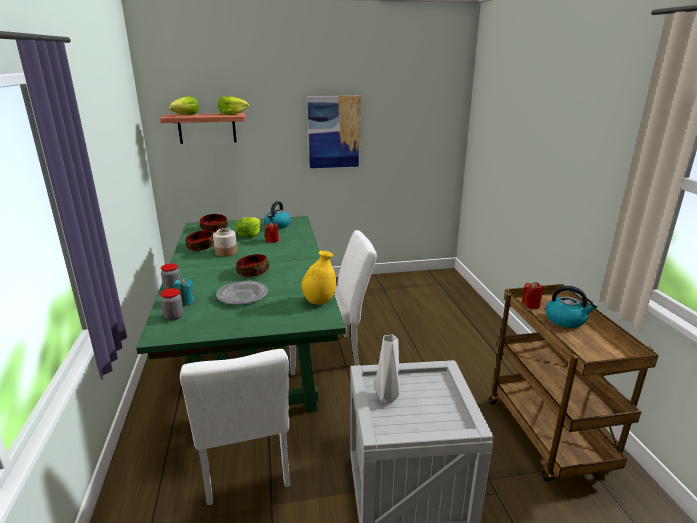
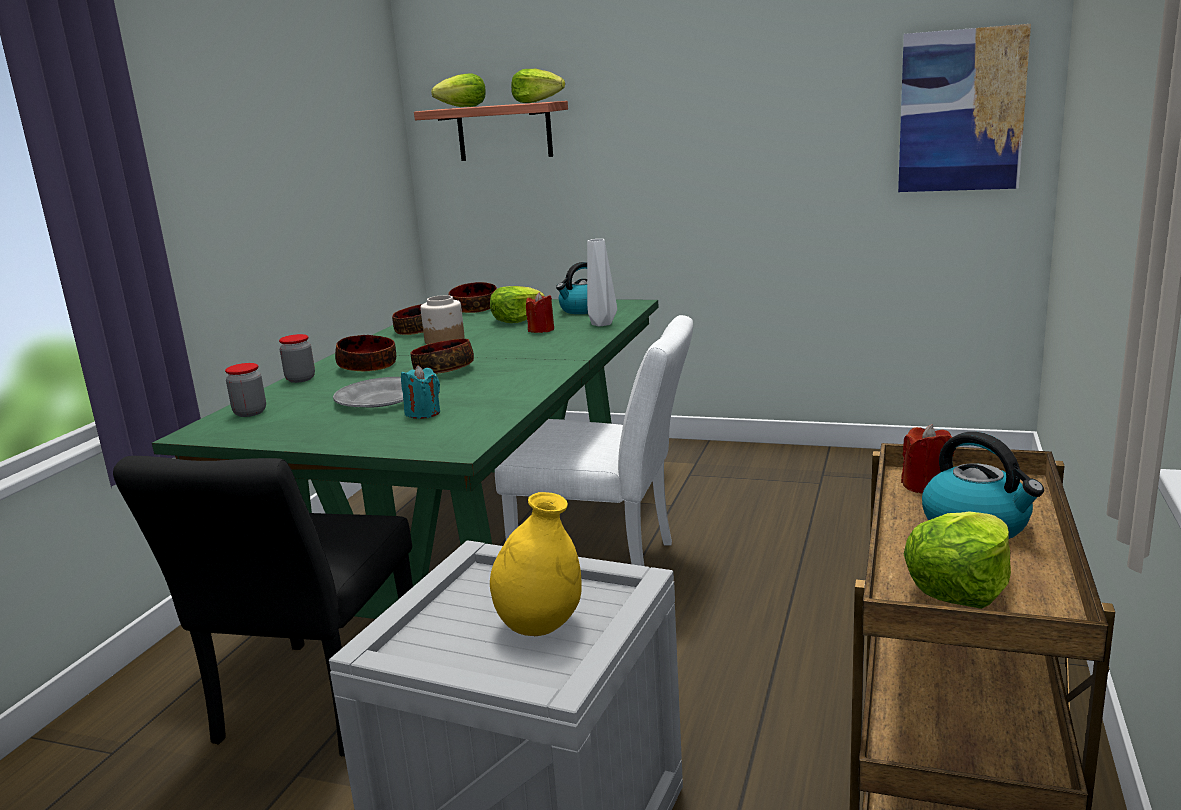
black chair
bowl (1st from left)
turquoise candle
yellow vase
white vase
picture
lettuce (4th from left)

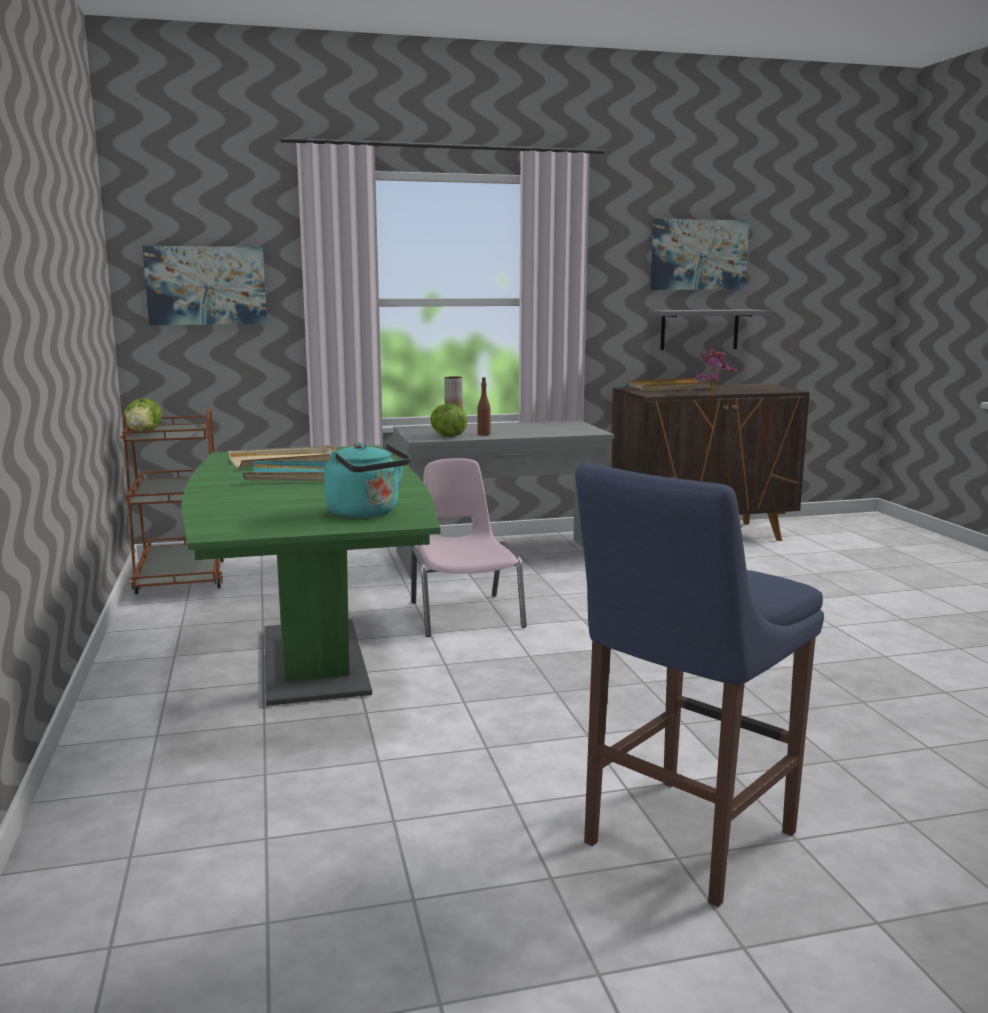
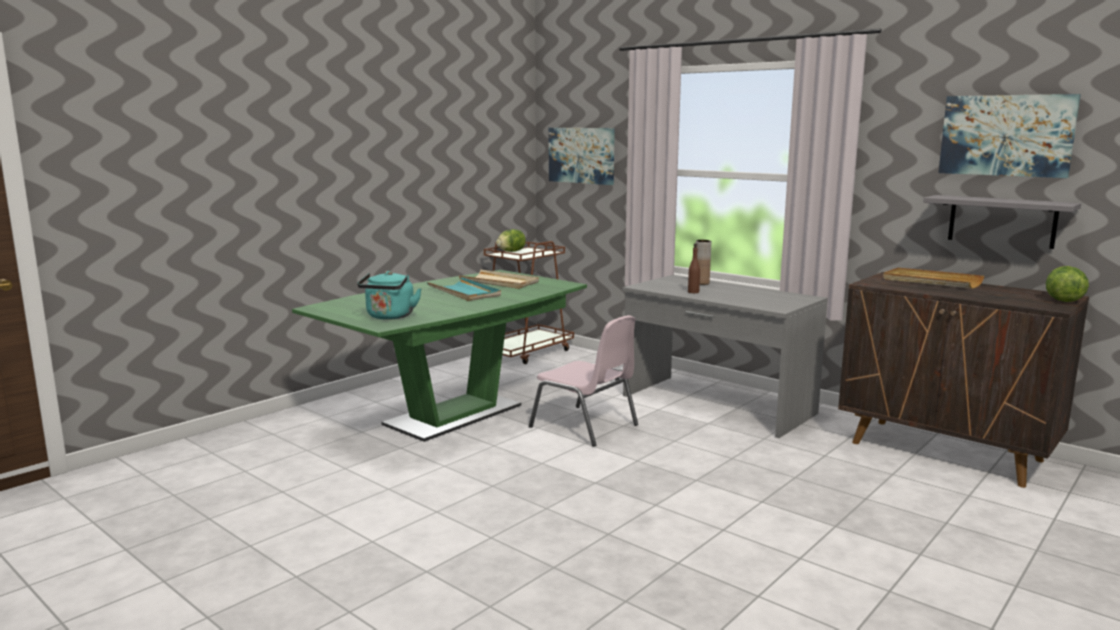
pink chair
lettuce (2nd from left)
blue stool
potted plant

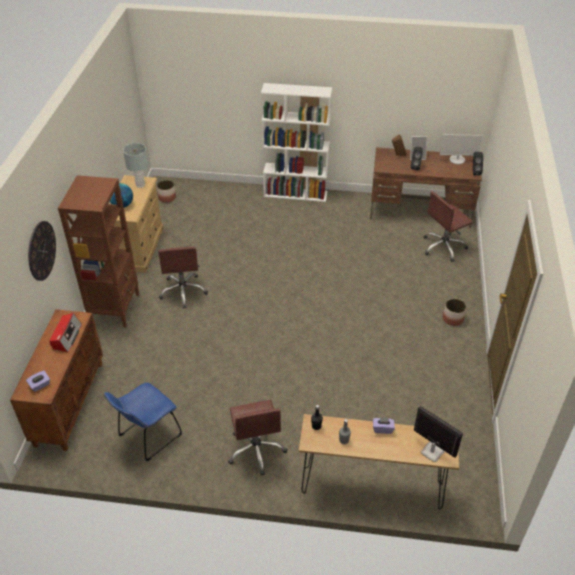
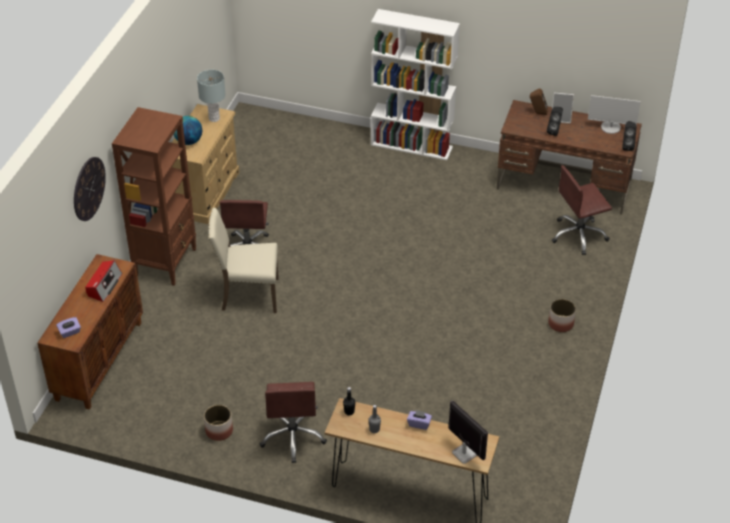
planter (1st from left)
beige chair
blue chair

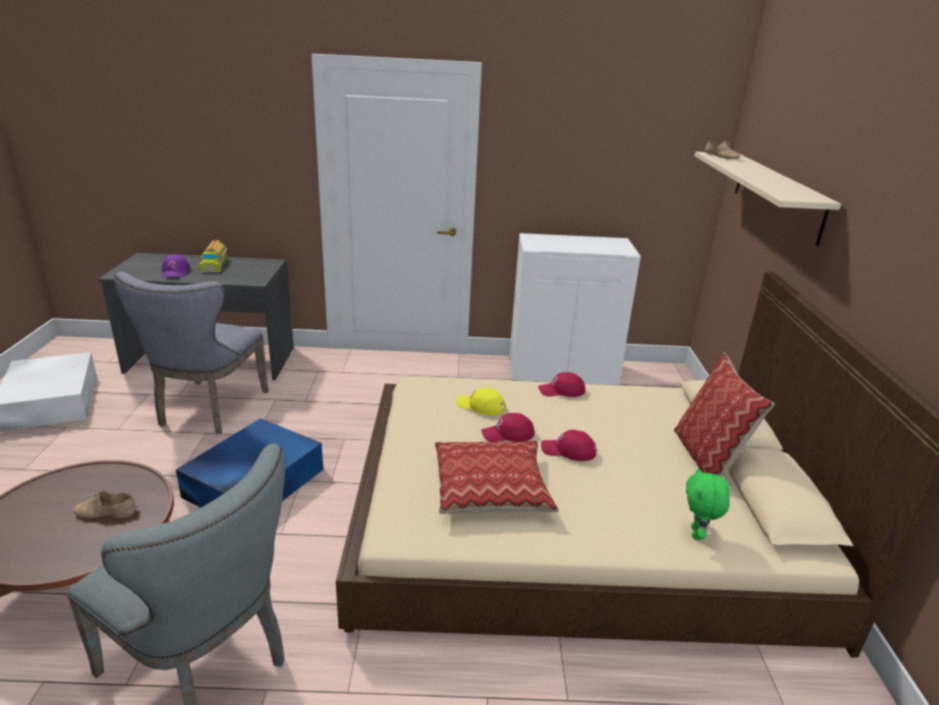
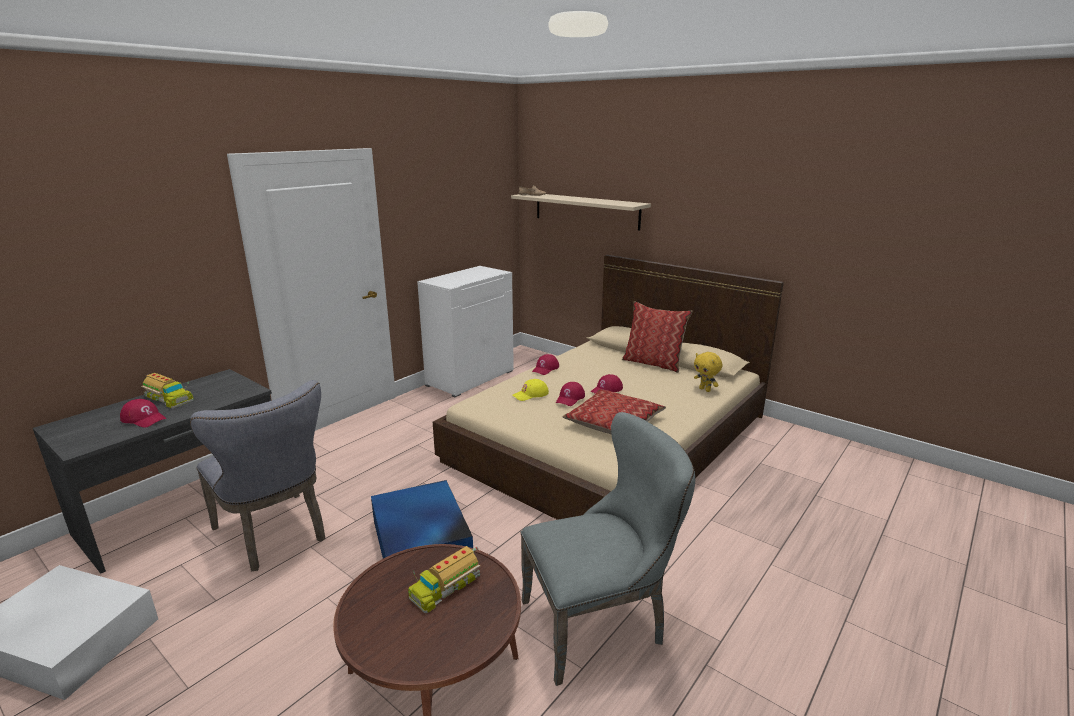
red cap (1st from left)
toy truck (2nd from left)
yellow plush toy

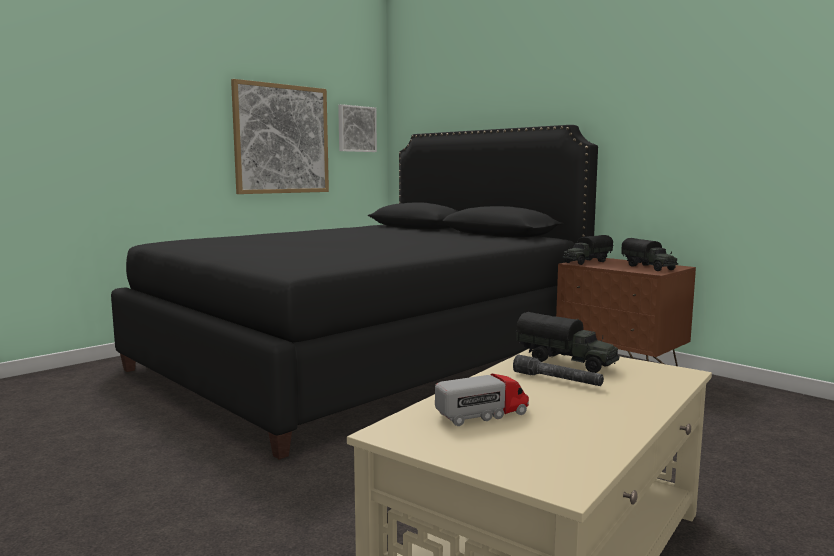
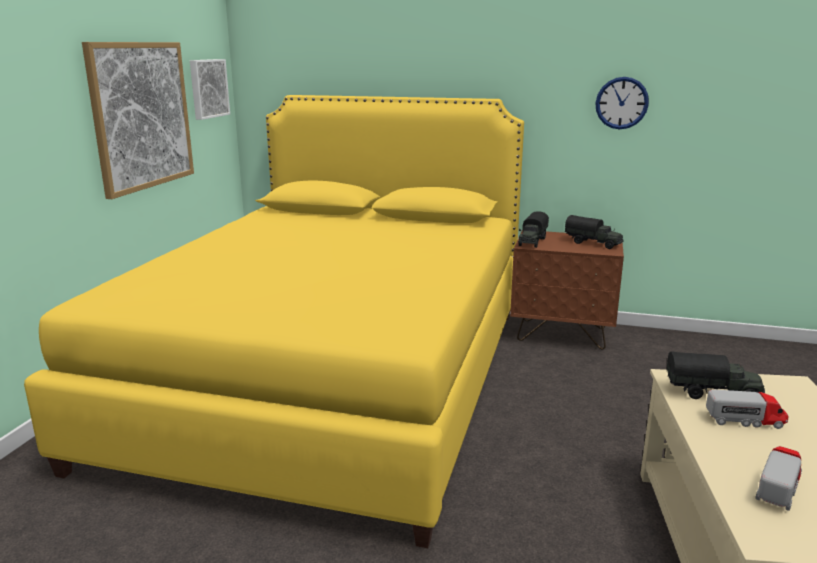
yellow bed
wall clock
toy truck (4th from left)

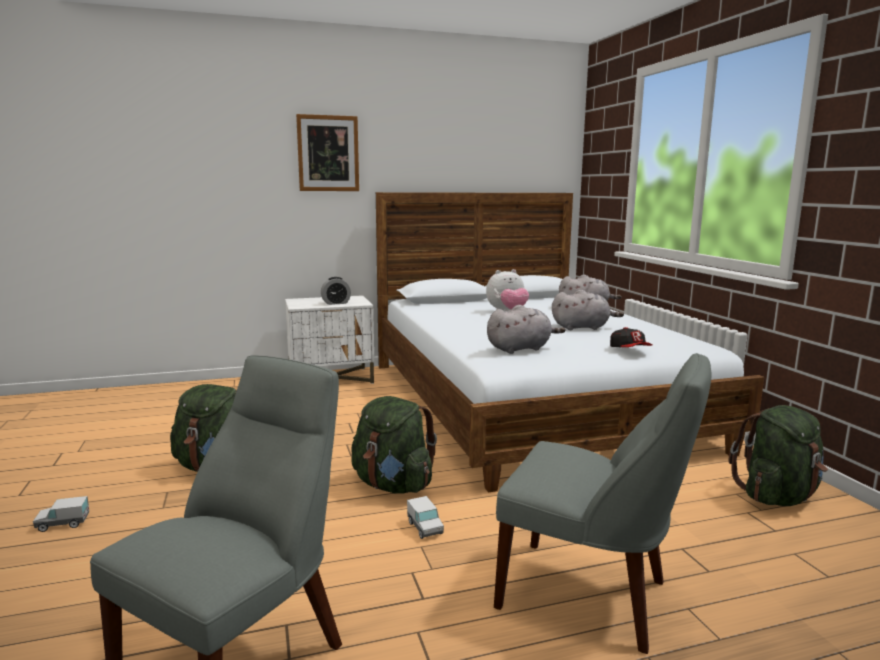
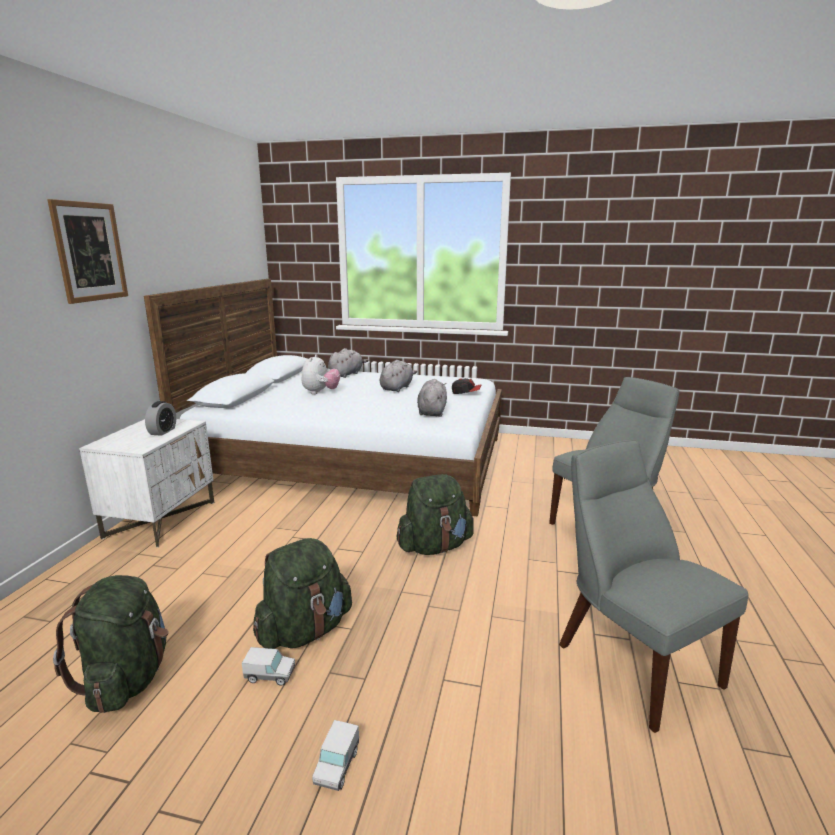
green backpack (1st from left)
toy truck (1st from left)

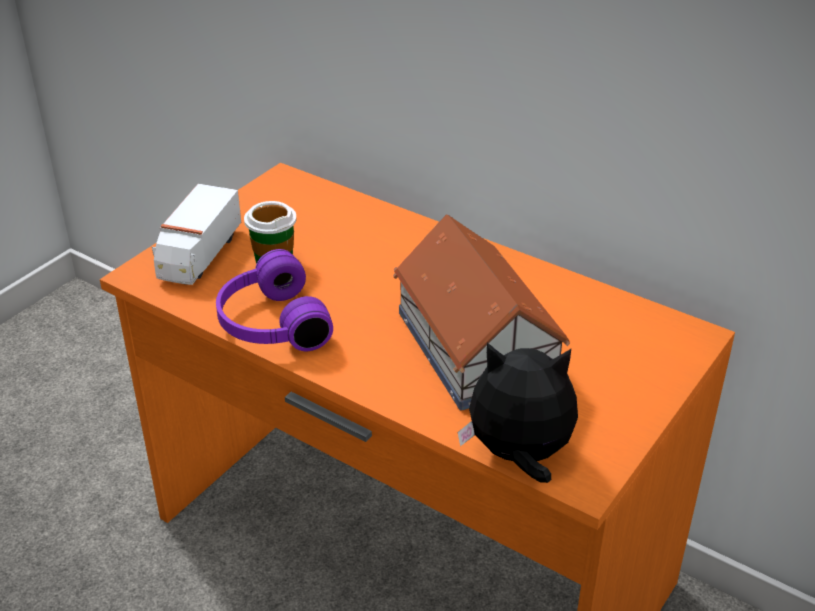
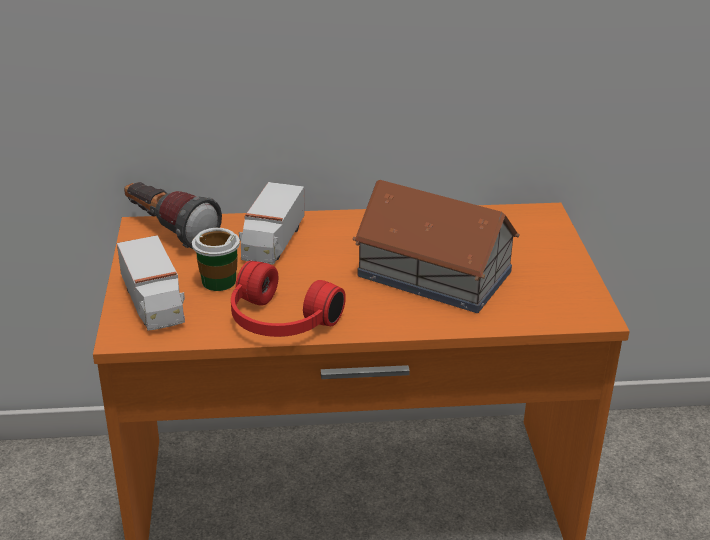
flashlight
red headphones
toy truck (2nd from left)
plush toy

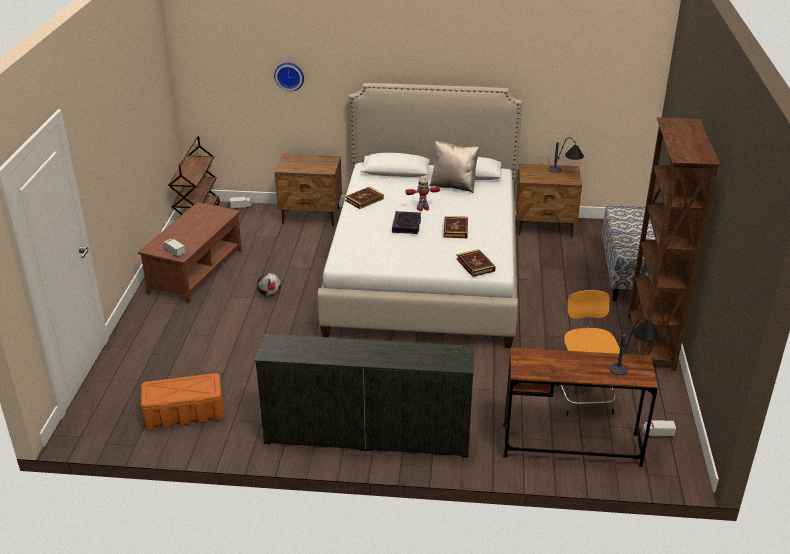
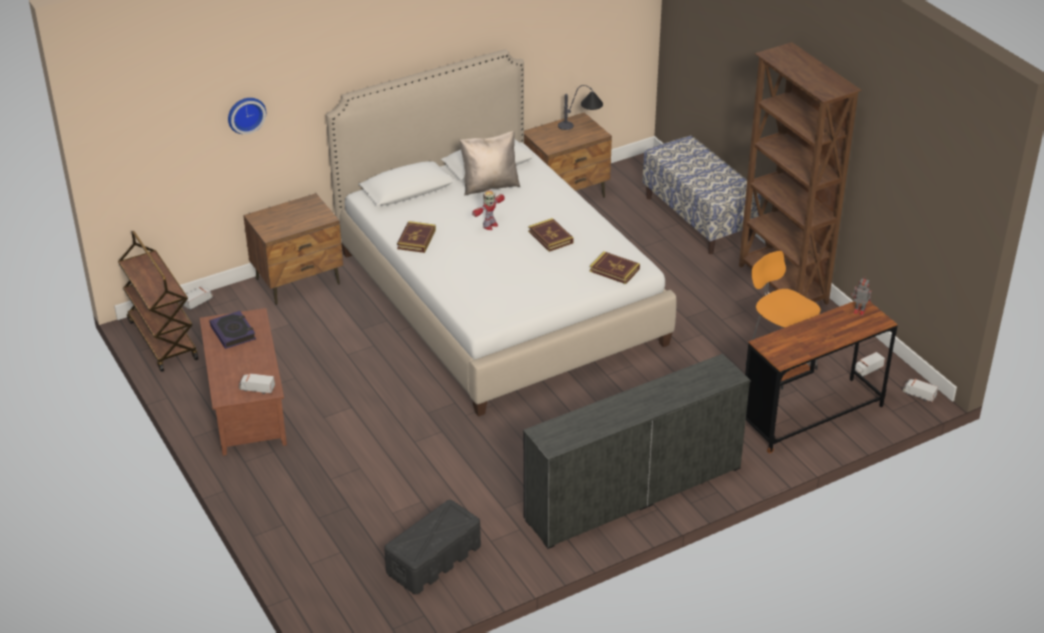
book (1st from left)
black storage box
toy robot (2nd from left)
toy truck (4th from left)
football

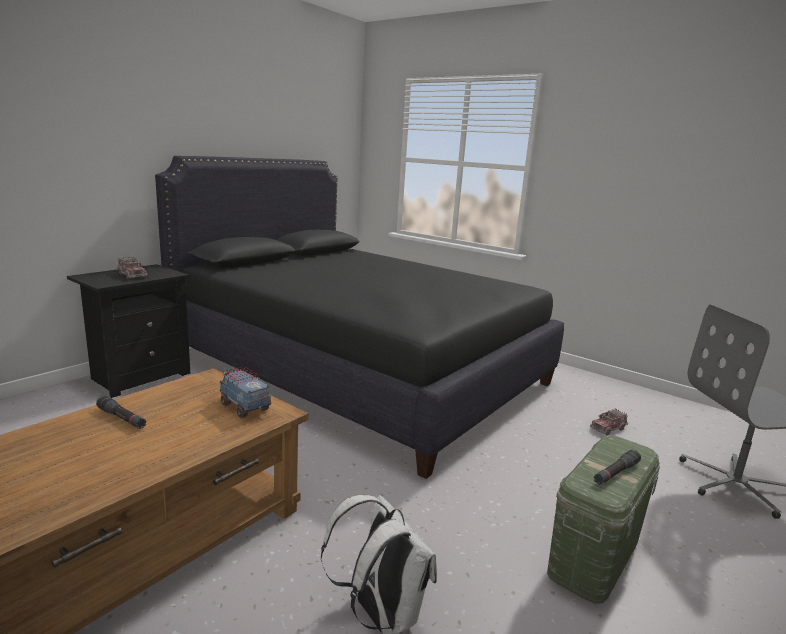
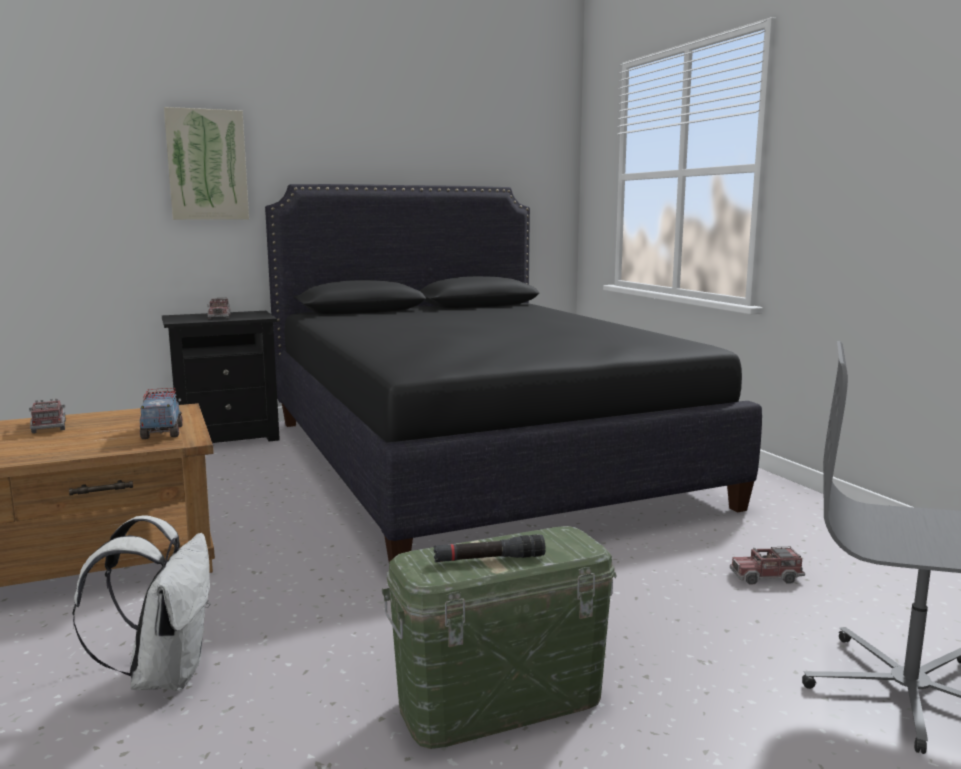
toy truck (1st from left)
picture

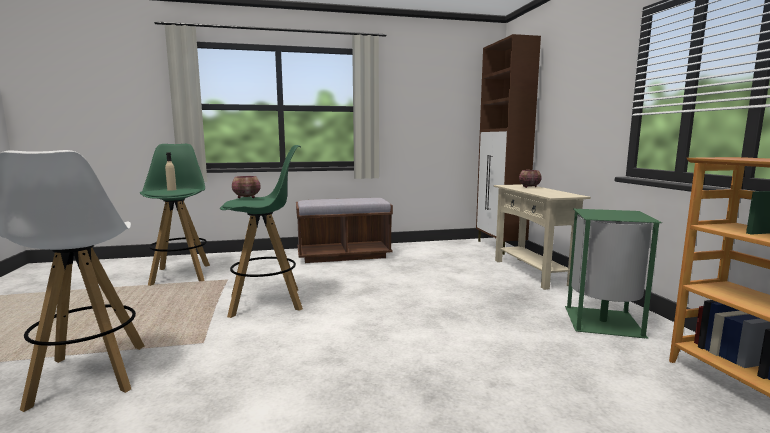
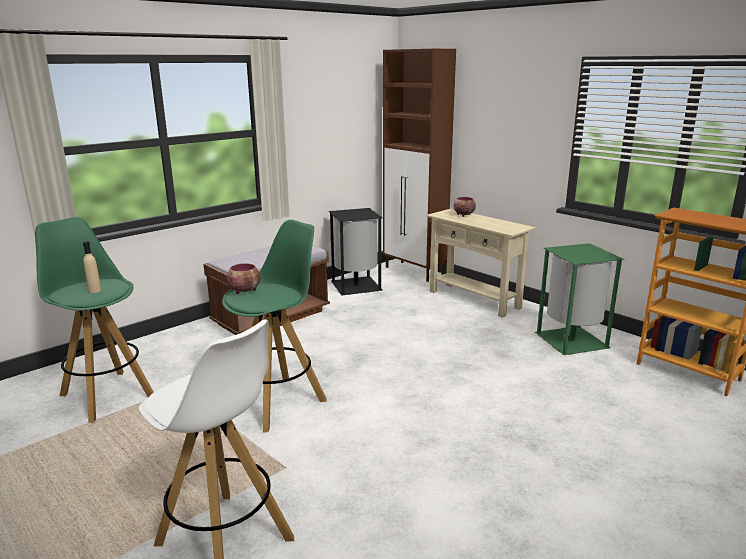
black trash can

